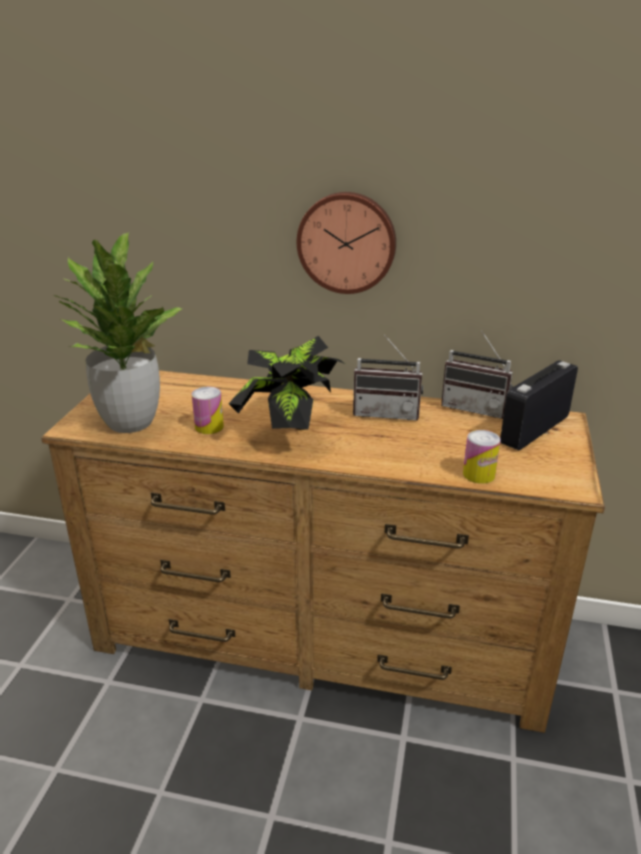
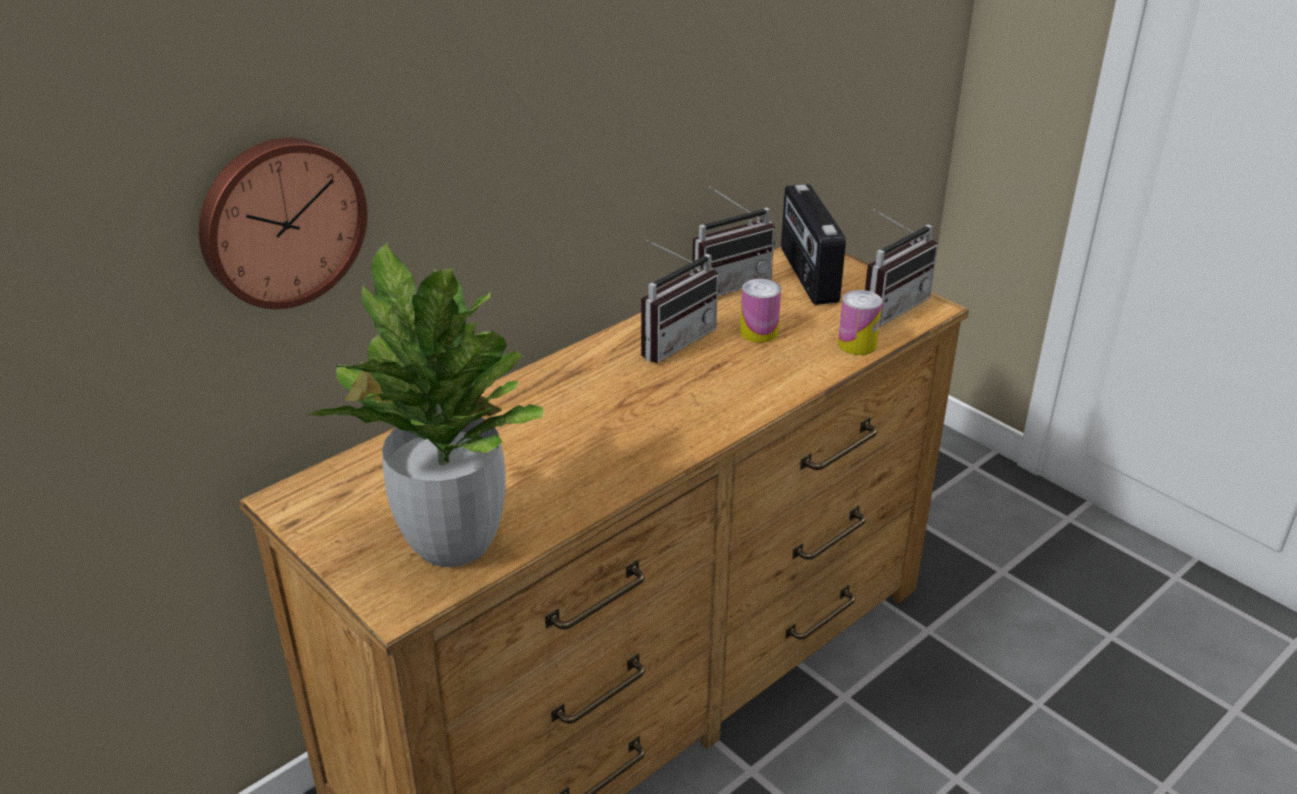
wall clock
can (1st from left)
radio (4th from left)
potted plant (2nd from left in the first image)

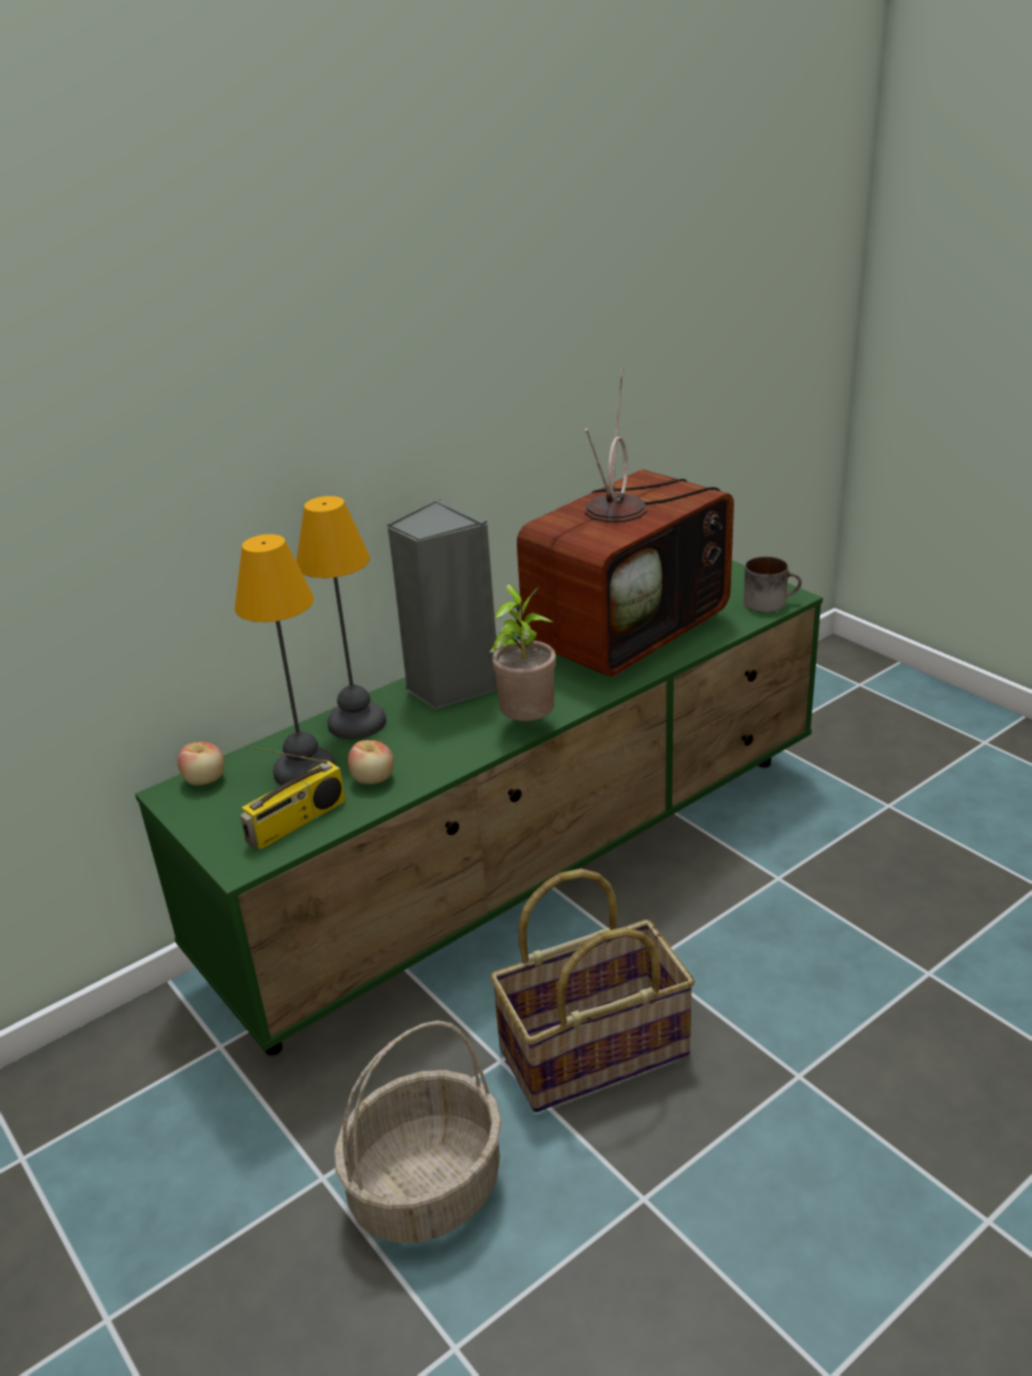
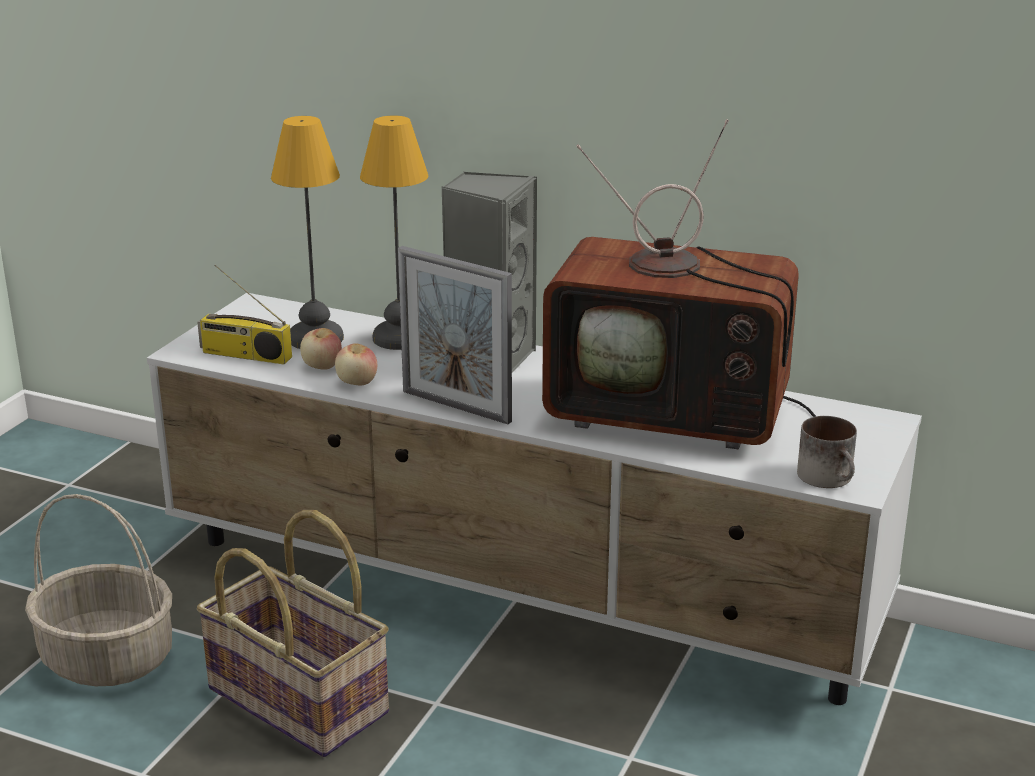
white tv stand
apple (2nd from left)
picture frame

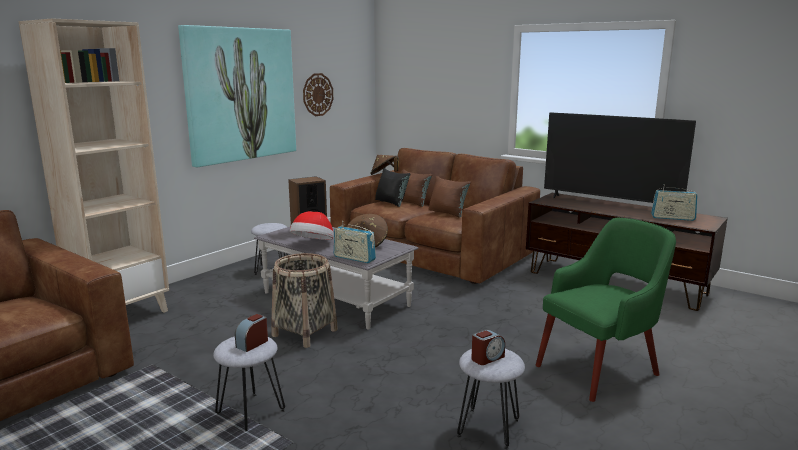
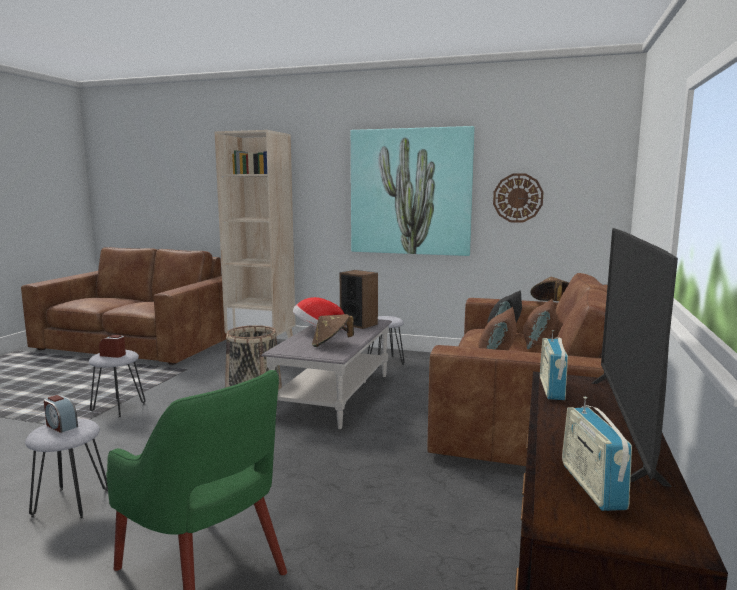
radio (1st from left)

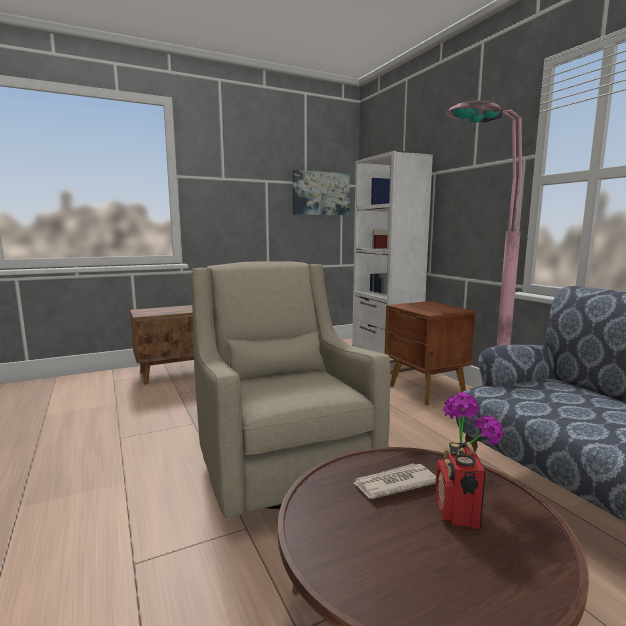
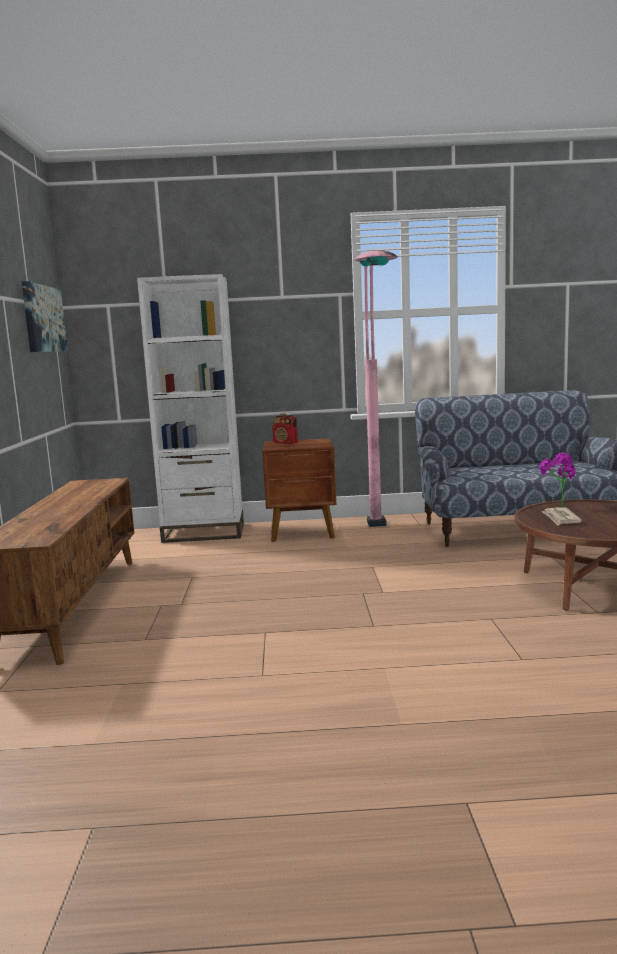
radio
beige armchair

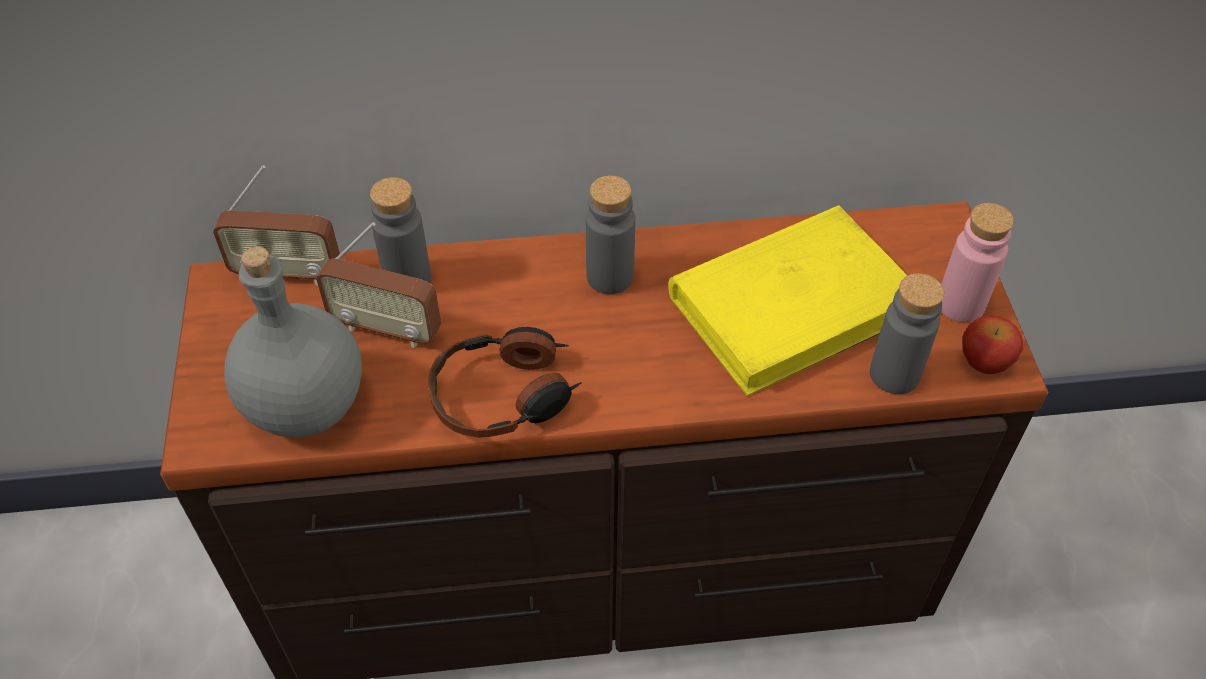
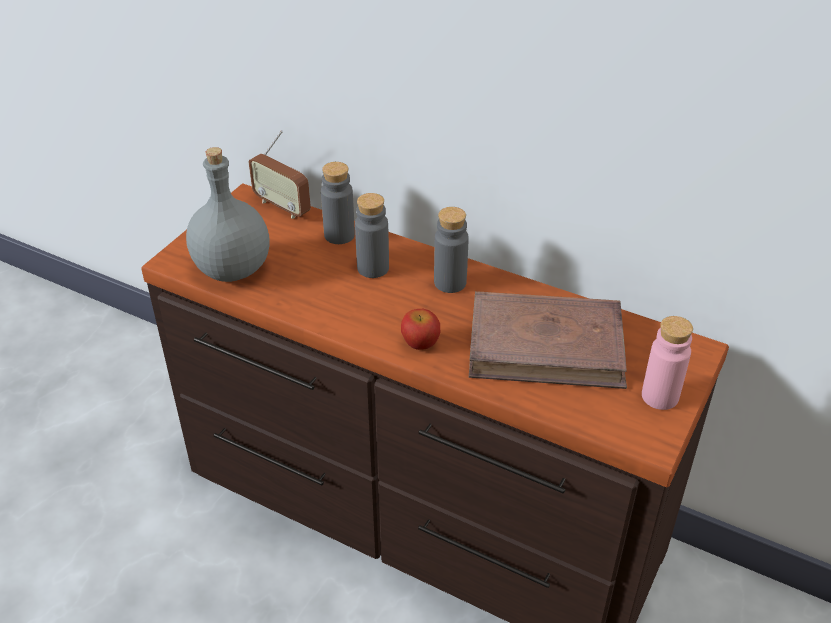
grey bottle (3rd from left)
apple
brown book
radio (2nd from left in the first image)
headphones

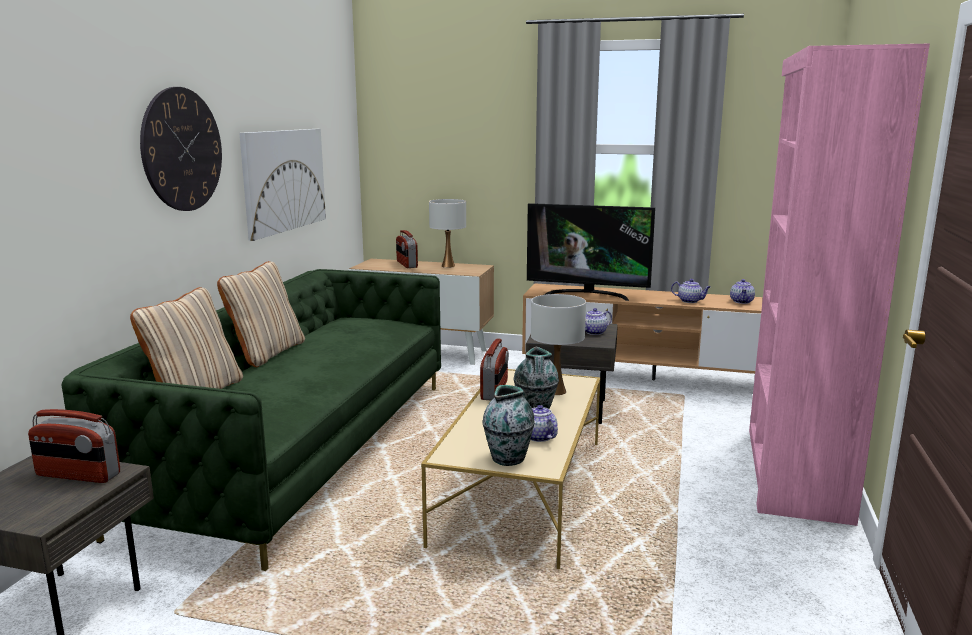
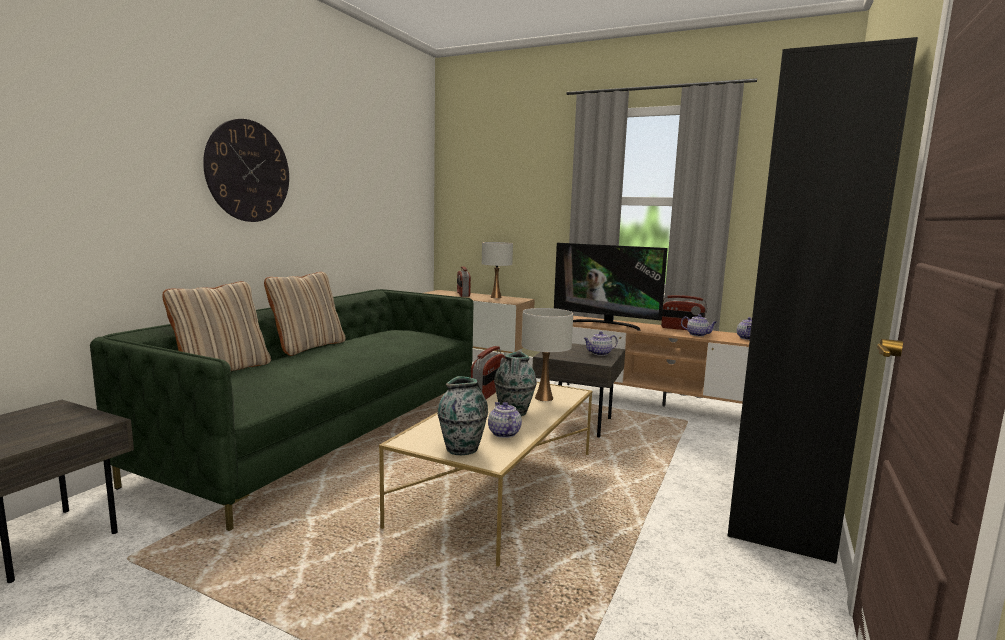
radio (3rd from left)
black bookcase
picture

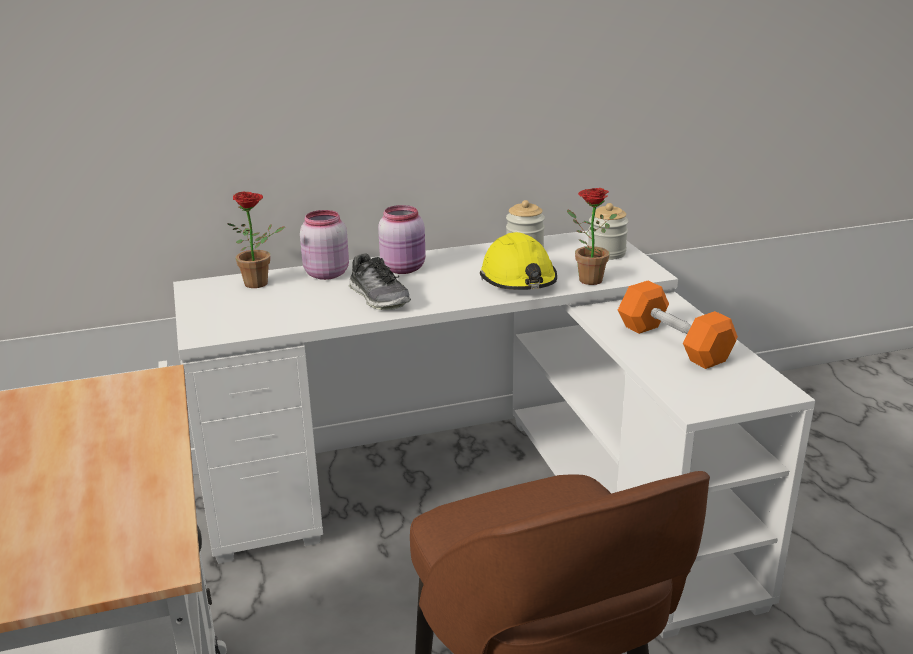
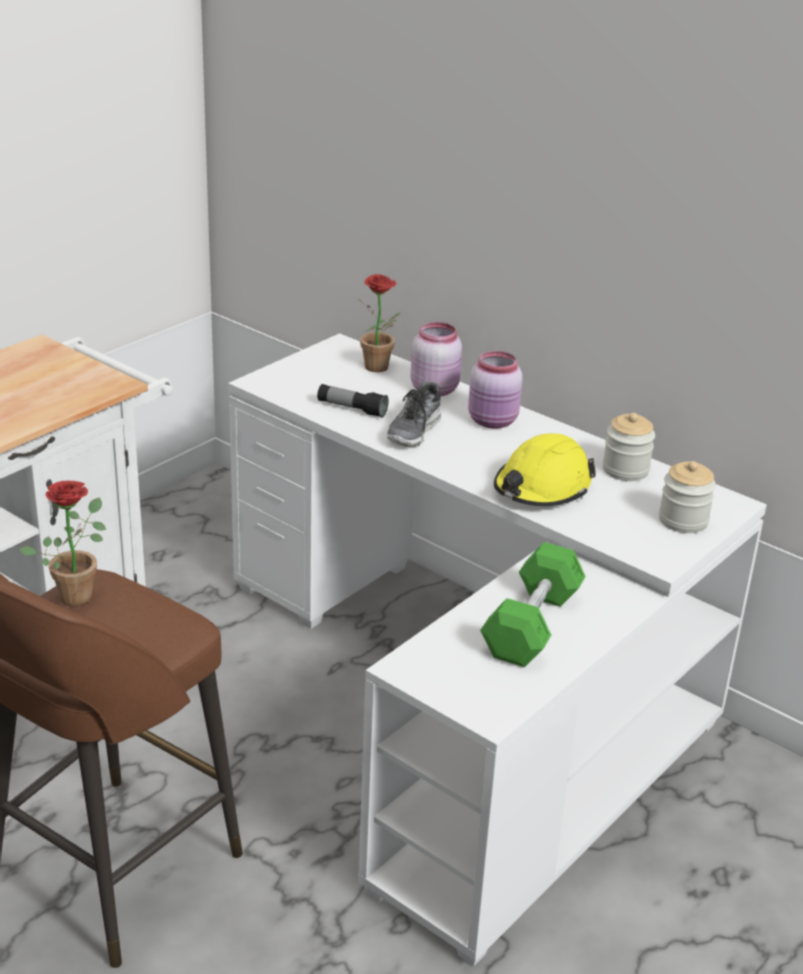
potted plant (1st from left)
flashlight
green dumbbell

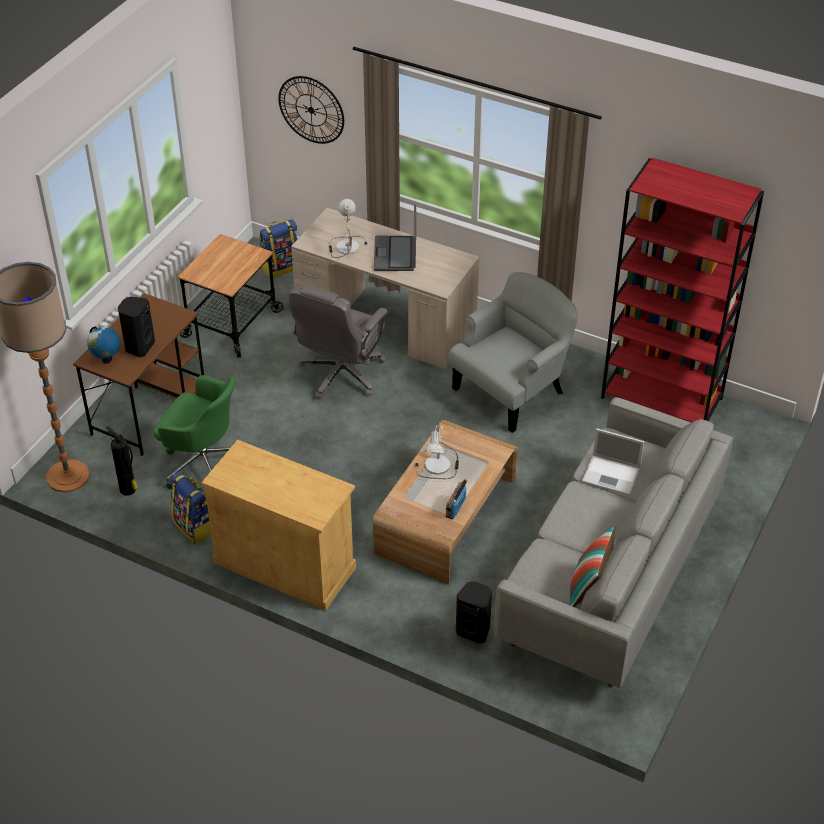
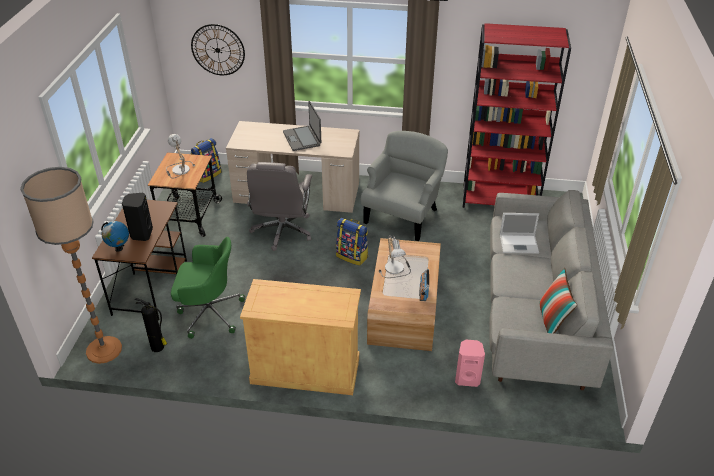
table lamp (1st from left)
backpack (2nd from left)
pink speaker

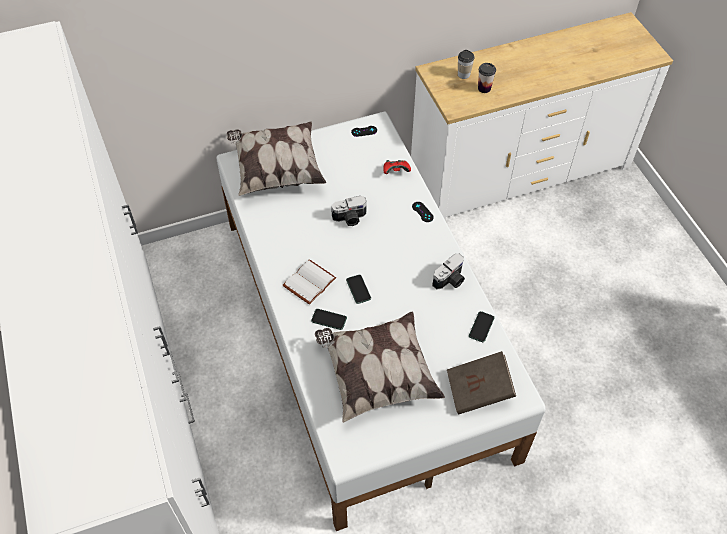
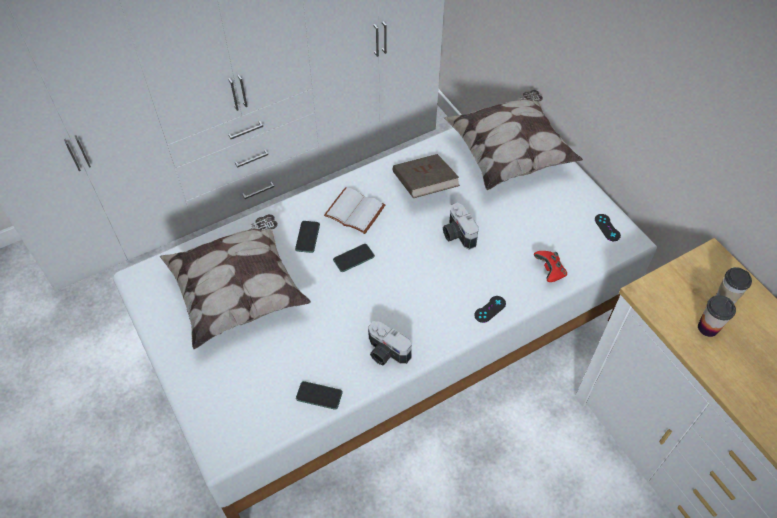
brown book

